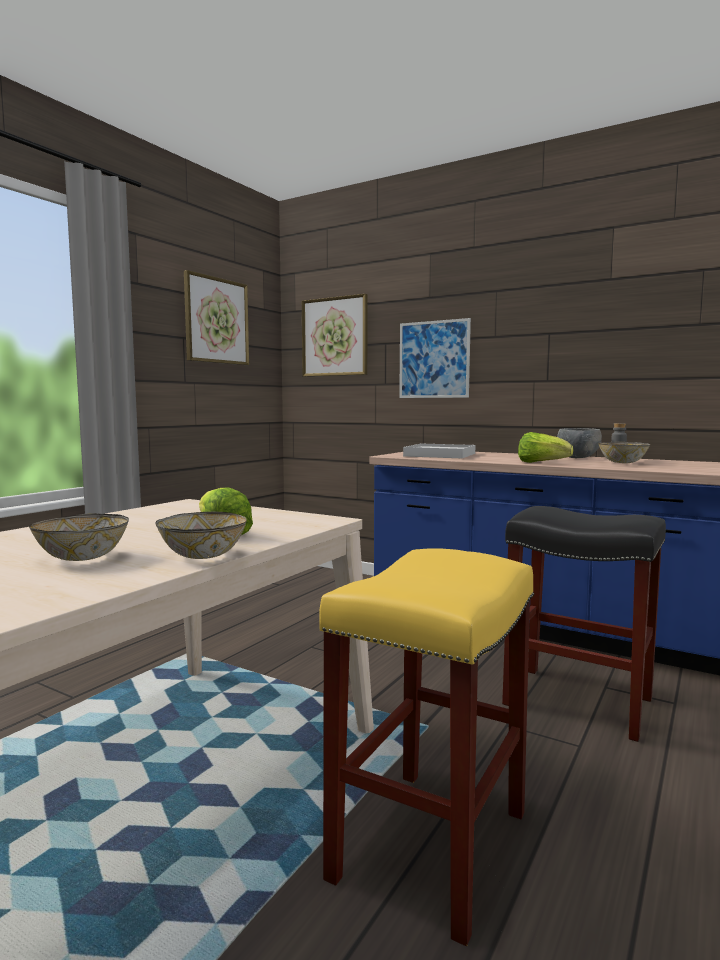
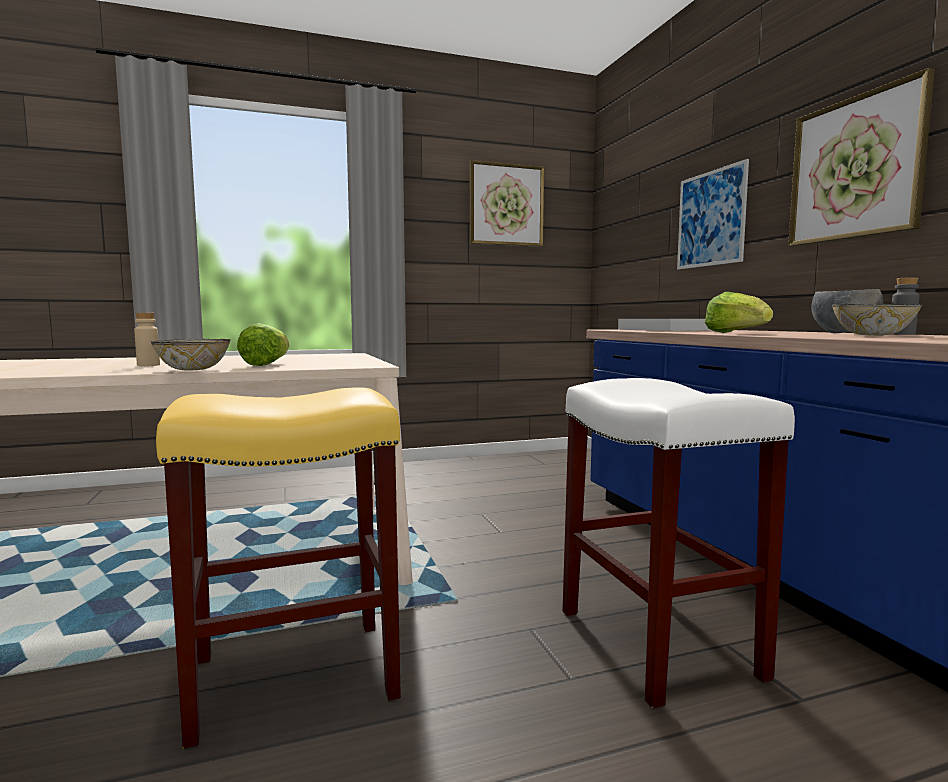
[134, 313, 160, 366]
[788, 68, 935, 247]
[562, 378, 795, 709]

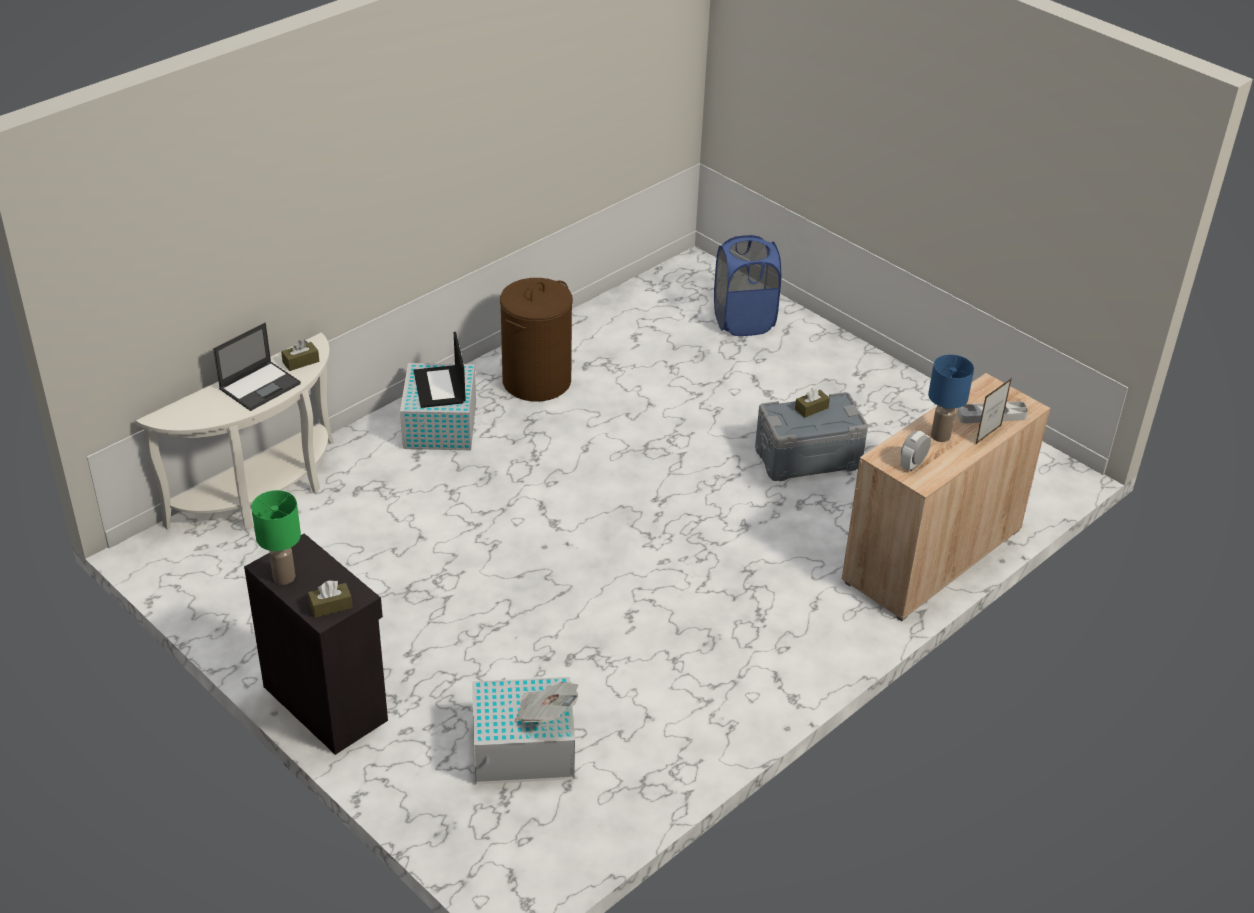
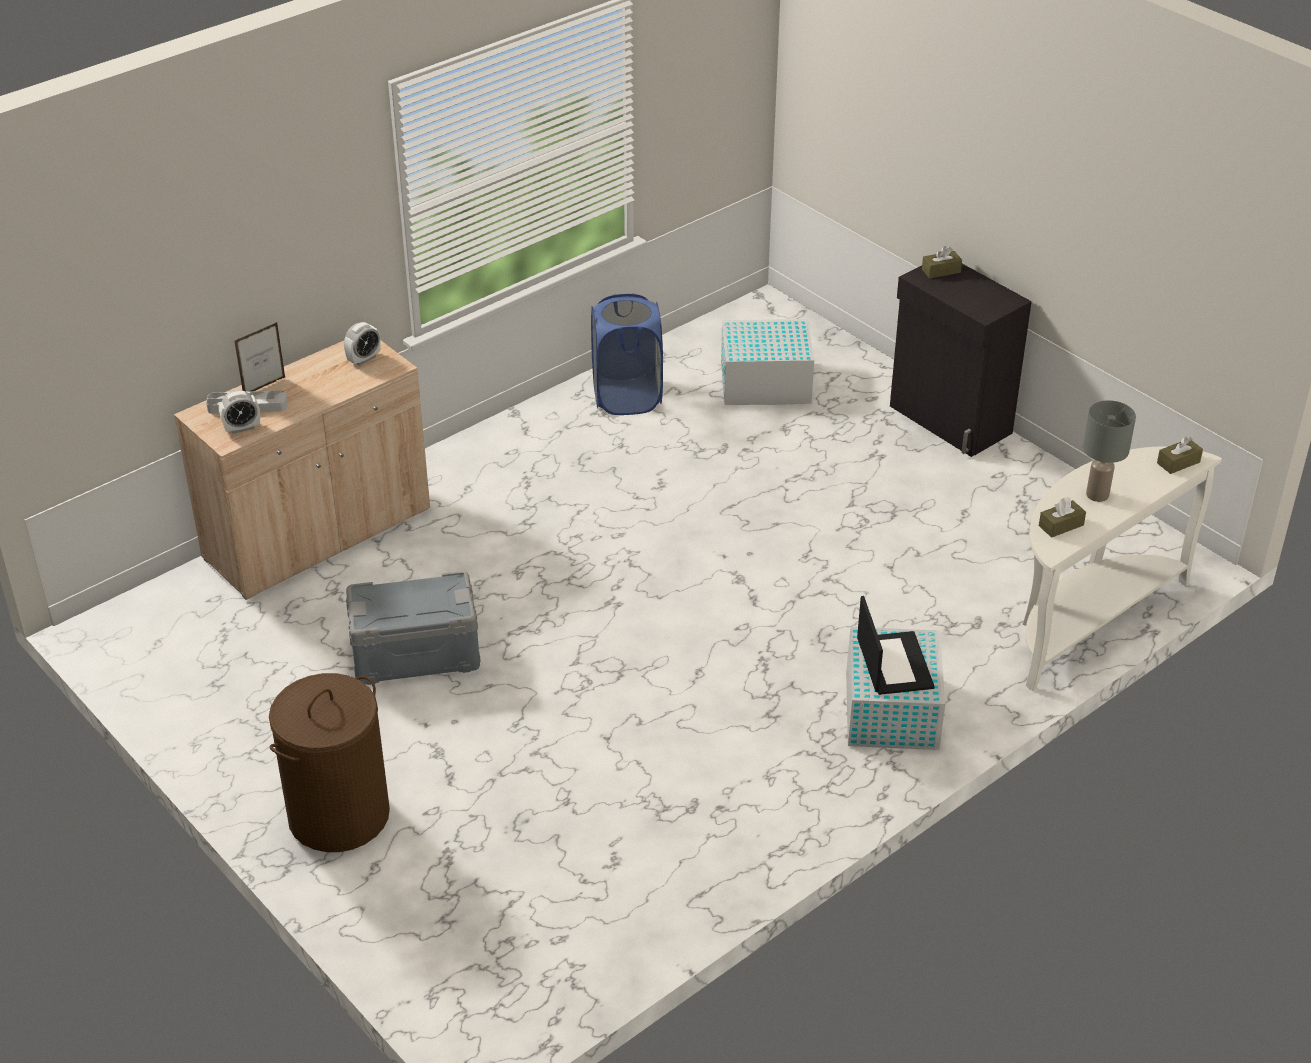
[1083, 400, 1136, 502]
[251, 490, 301, 585] (first image)
[269, 673, 390, 852]
[516, 681, 578, 723] (first image)
[591, 294, 663, 415]
[1157, 436, 1203, 474]
[928, 355, 974, 442] (first image)
[219, 390, 260, 434]

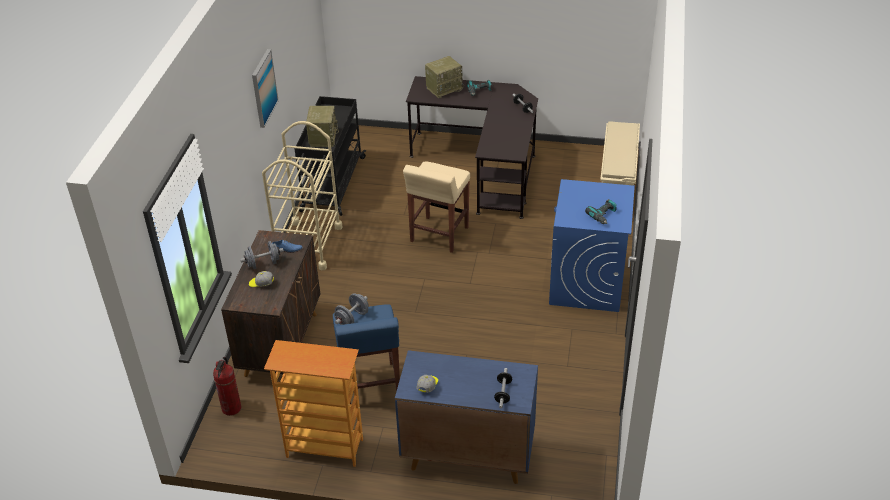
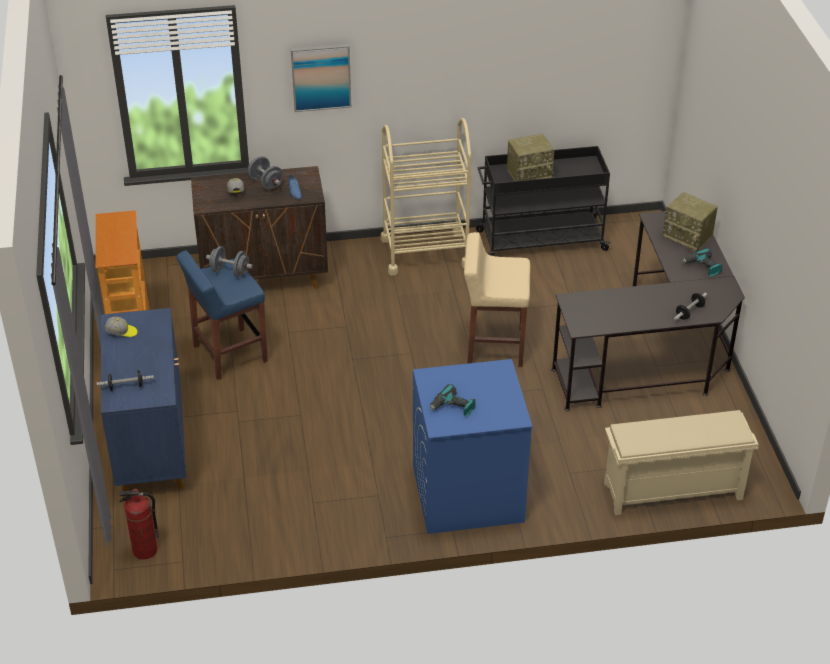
[119, 489, 159, 560]
[291, 44, 351, 112]

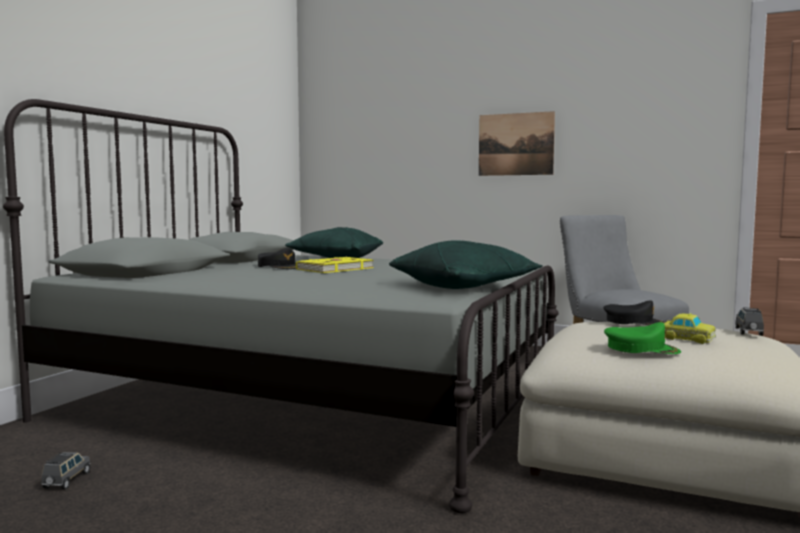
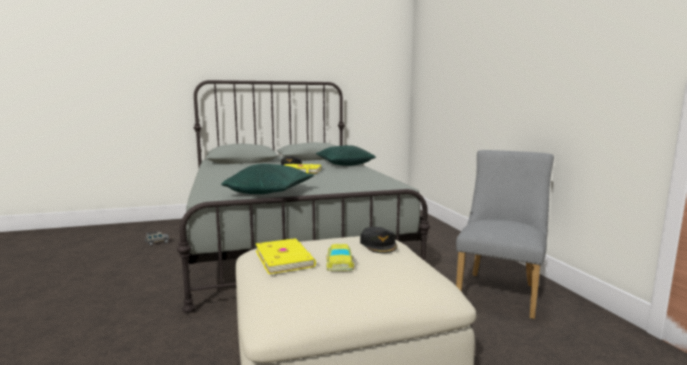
[479, 111, 555, 176] (first image)
[256, 238, 316, 274]
[735, 307, 764, 336] (first image)

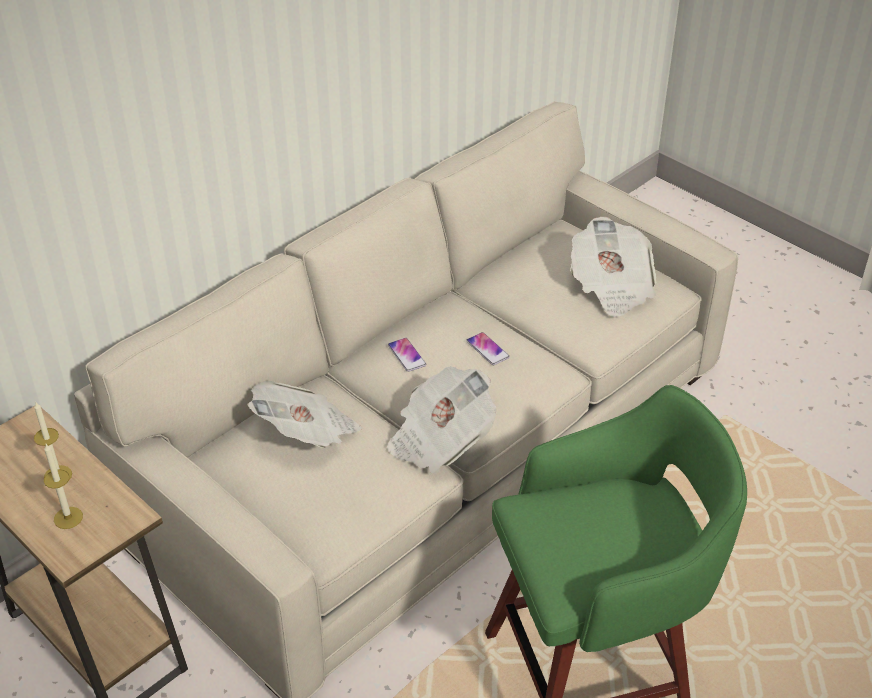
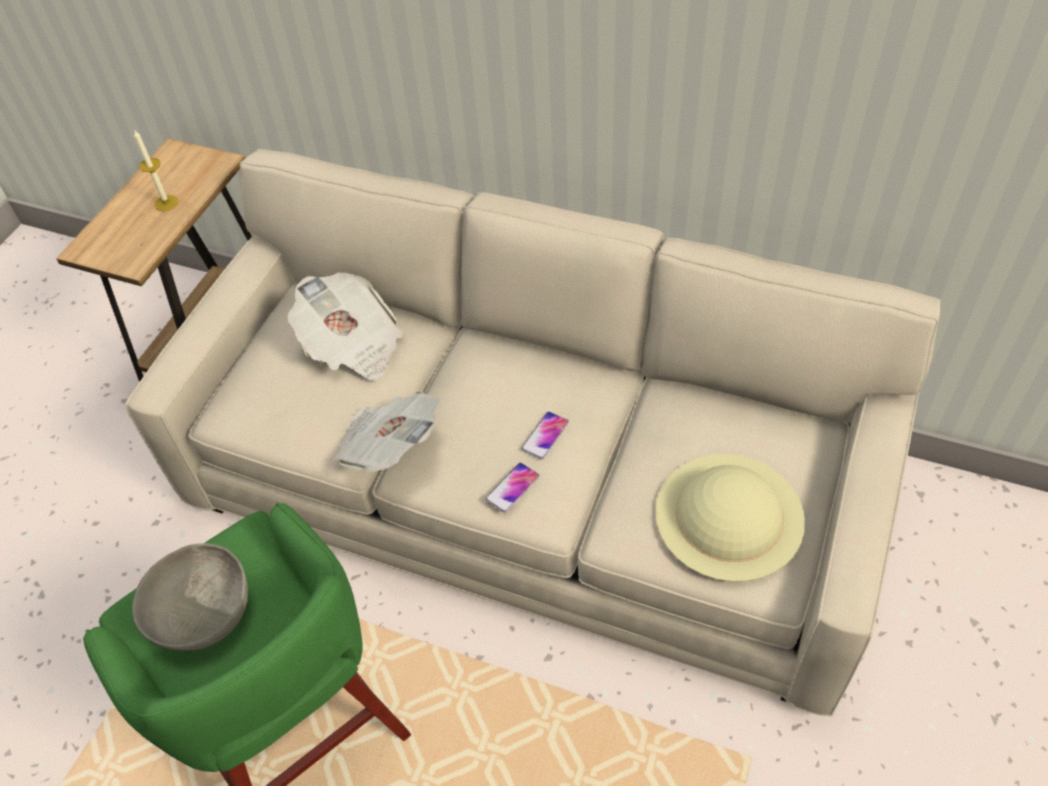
[44, 444, 83, 529] (first image)
[486, 463, 540, 513]
[655, 454, 805, 582]
[132, 543, 248, 650]

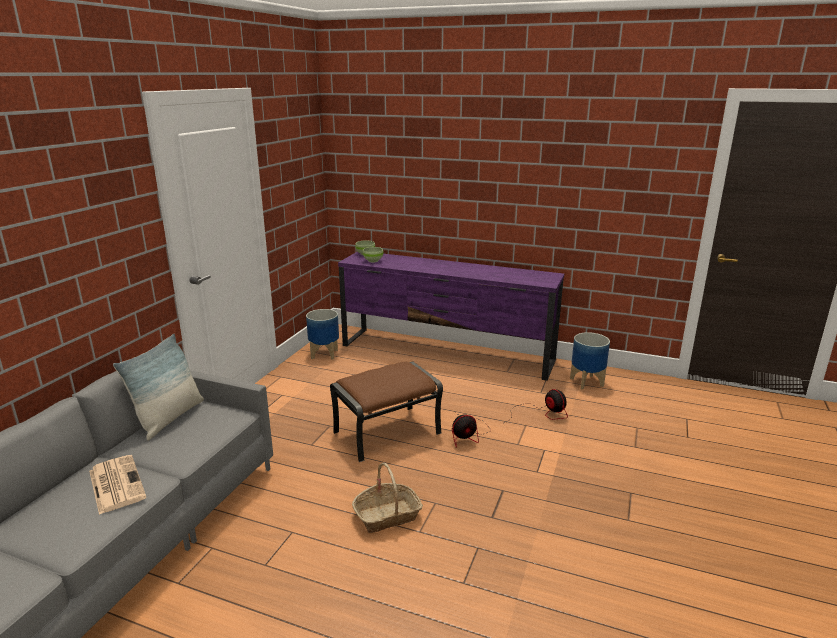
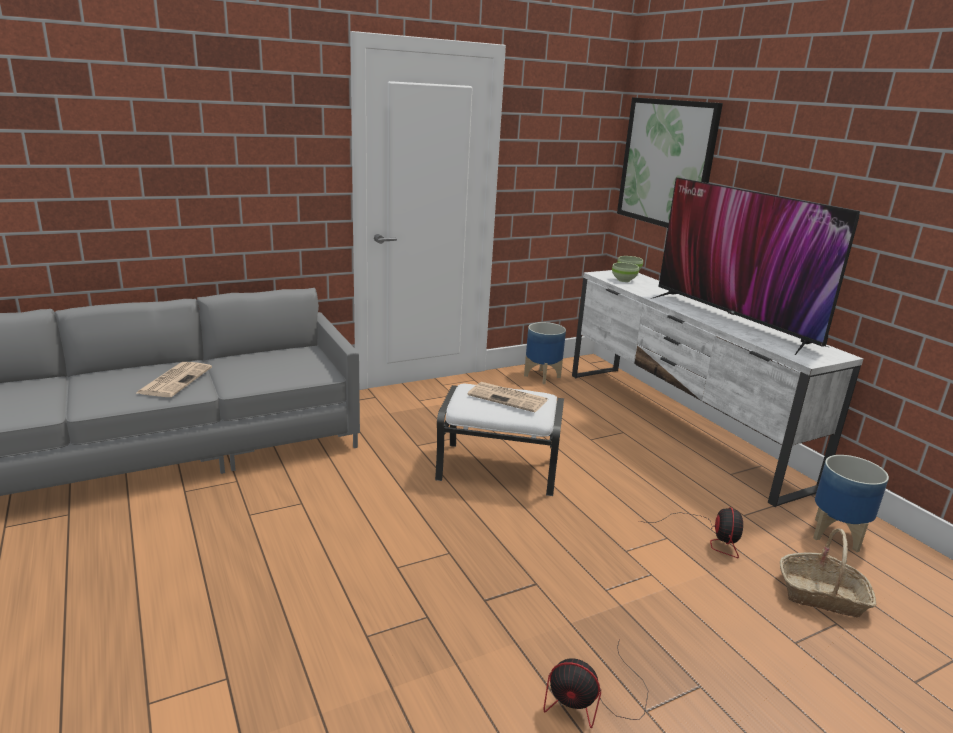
[113, 333, 204, 441] (first image)
[435, 384, 564, 496]
[572, 270, 863, 507]
[780, 528, 877, 617]
[543, 639, 648, 728]
[467, 382, 548, 412]
[617, 97, 723, 228]
[650, 177, 860, 355]

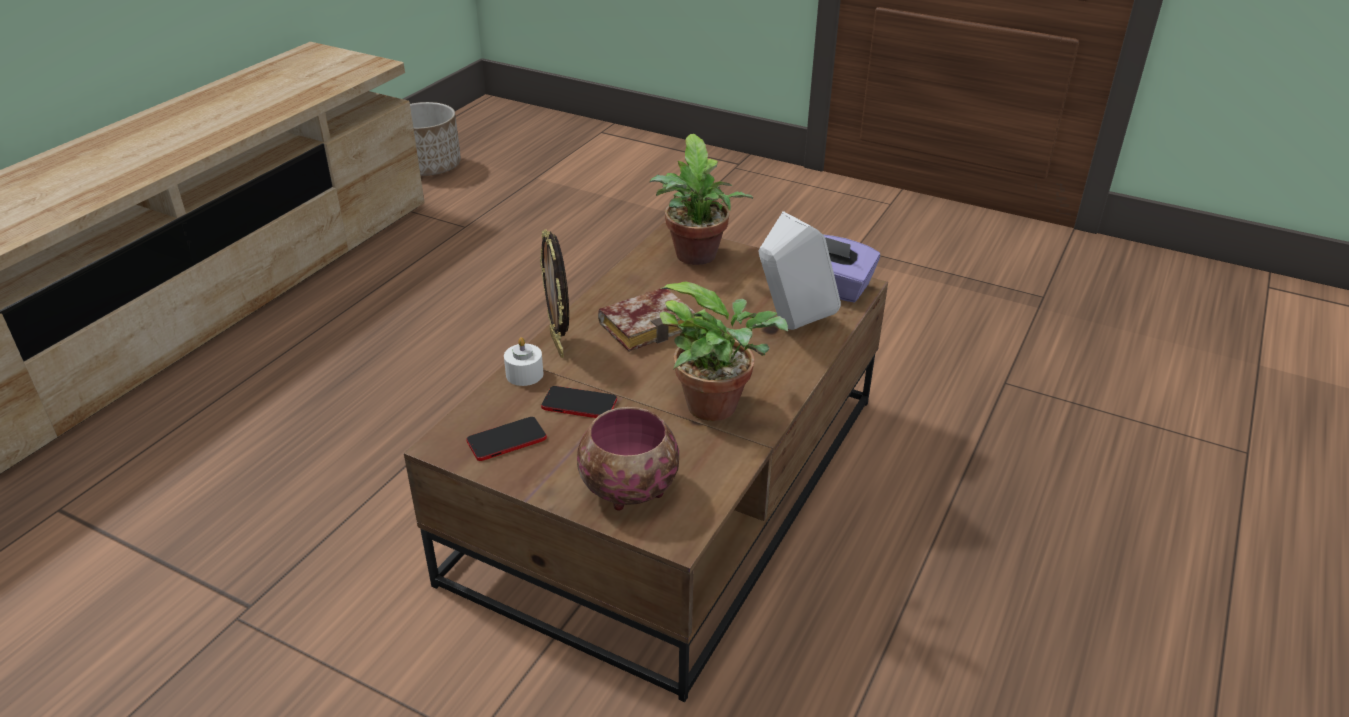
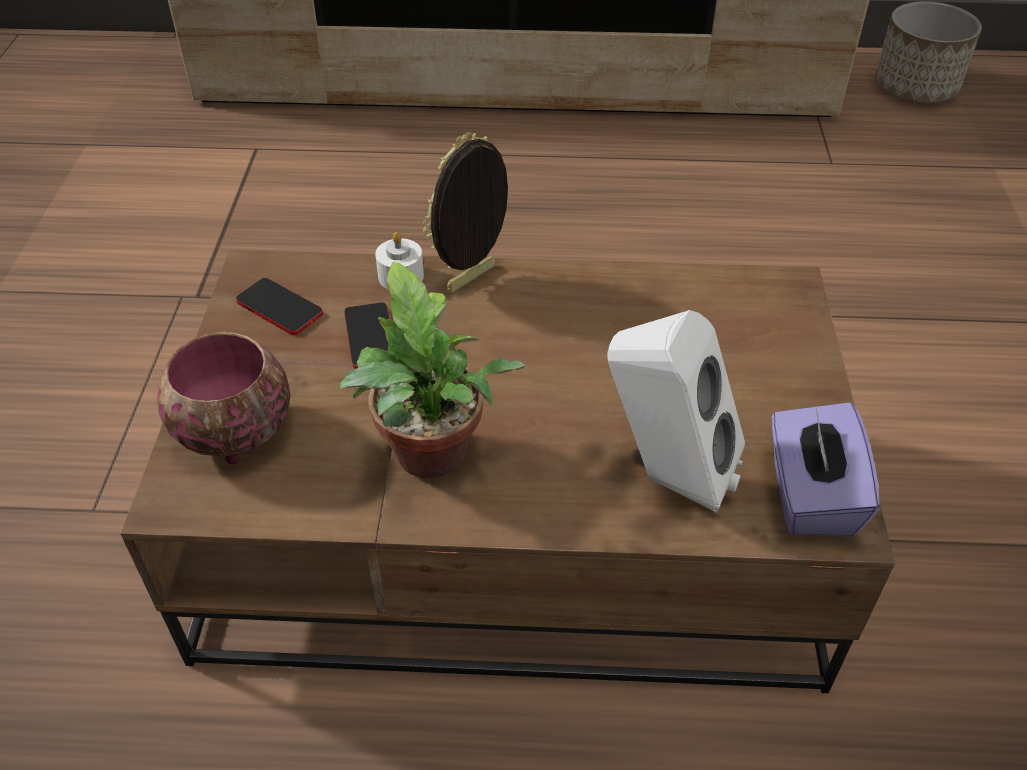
[598, 287, 696, 352] (first image)
[650, 134, 754, 265] (first image)

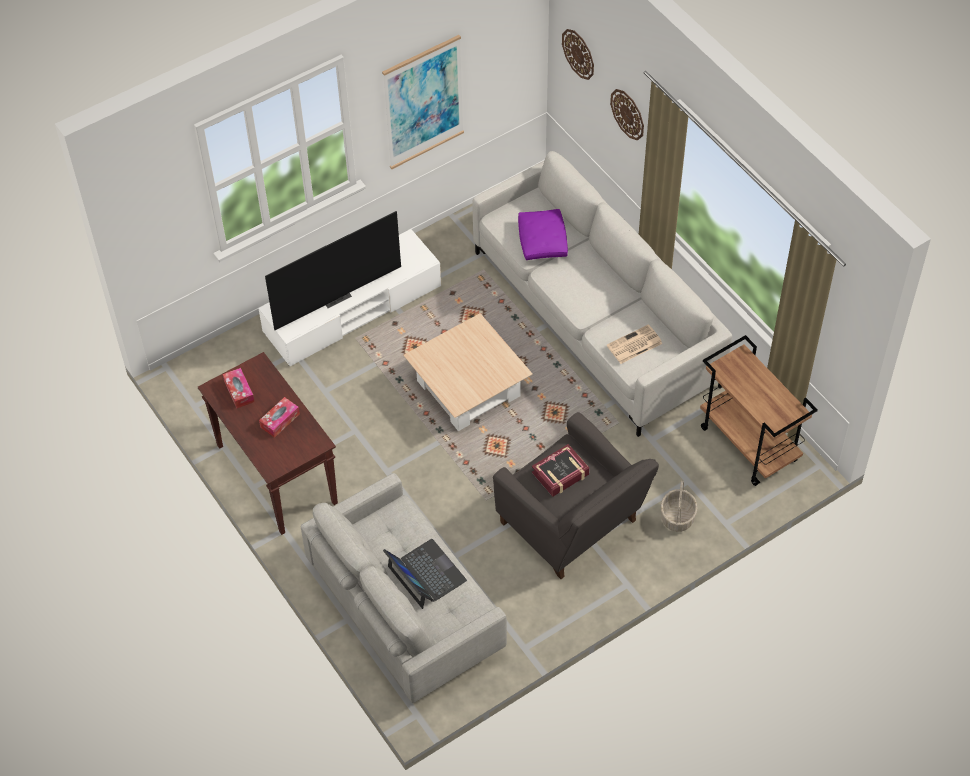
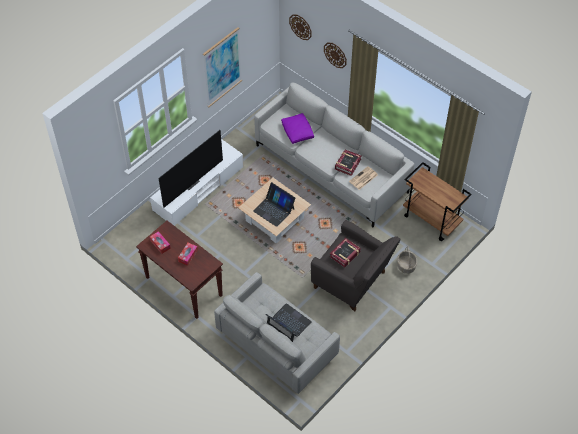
[253, 182, 295, 227]
[335, 149, 361, 176]

